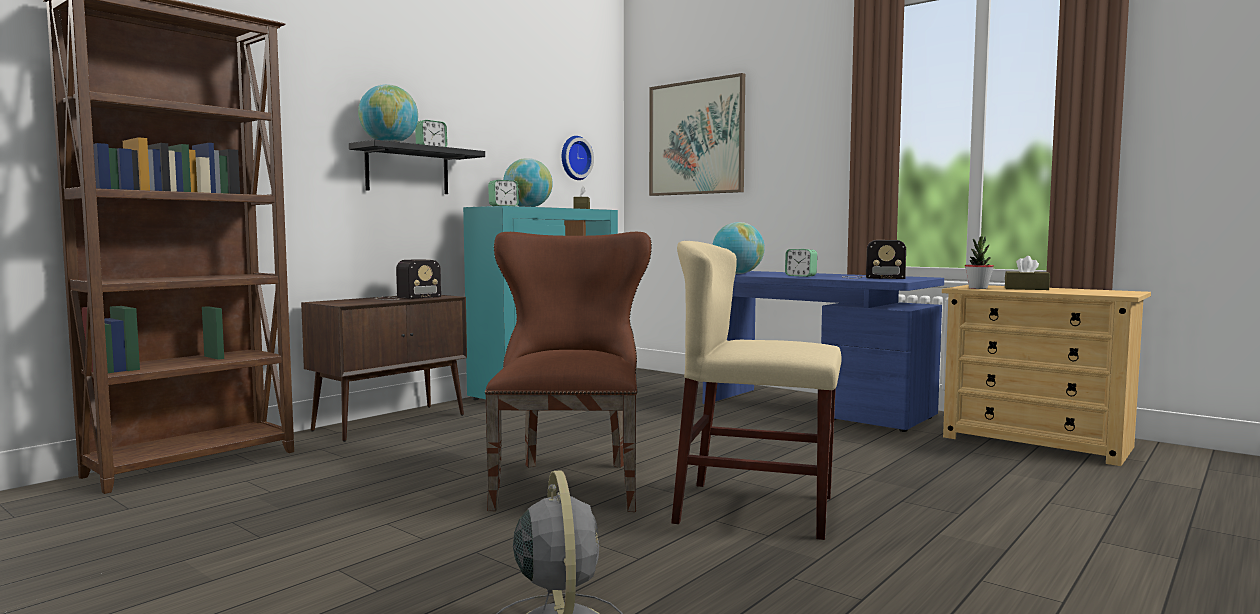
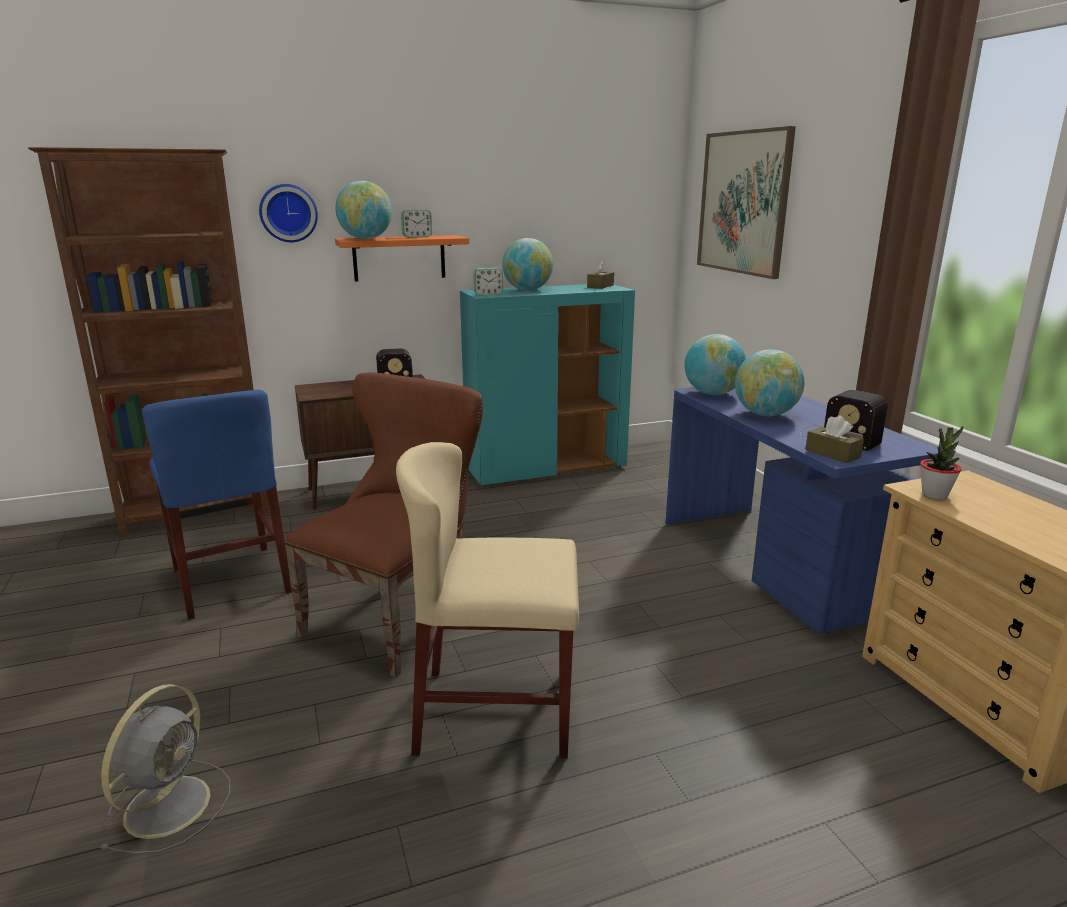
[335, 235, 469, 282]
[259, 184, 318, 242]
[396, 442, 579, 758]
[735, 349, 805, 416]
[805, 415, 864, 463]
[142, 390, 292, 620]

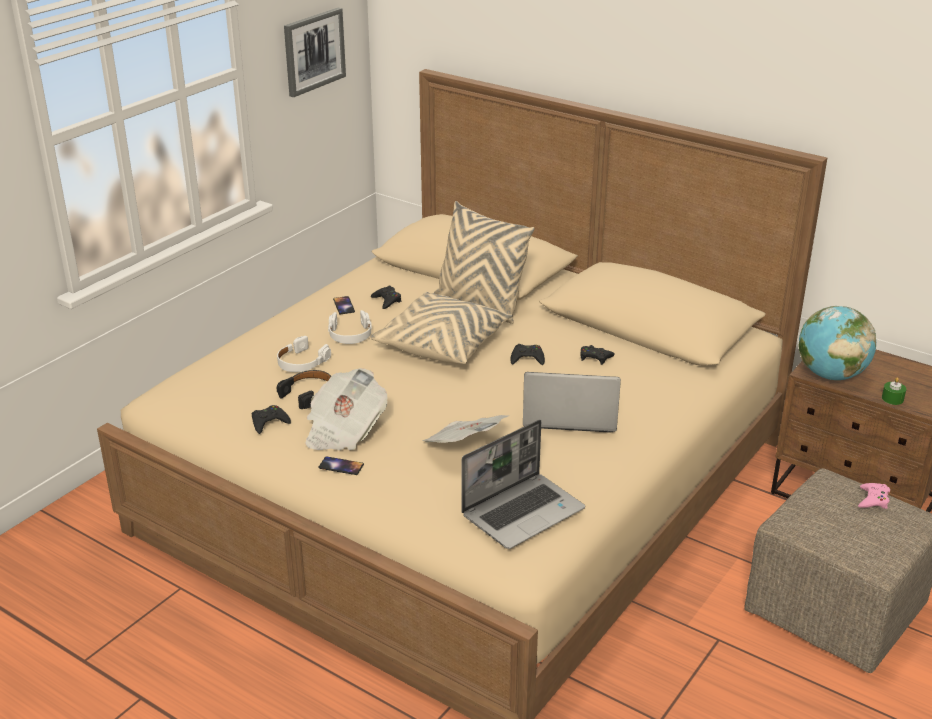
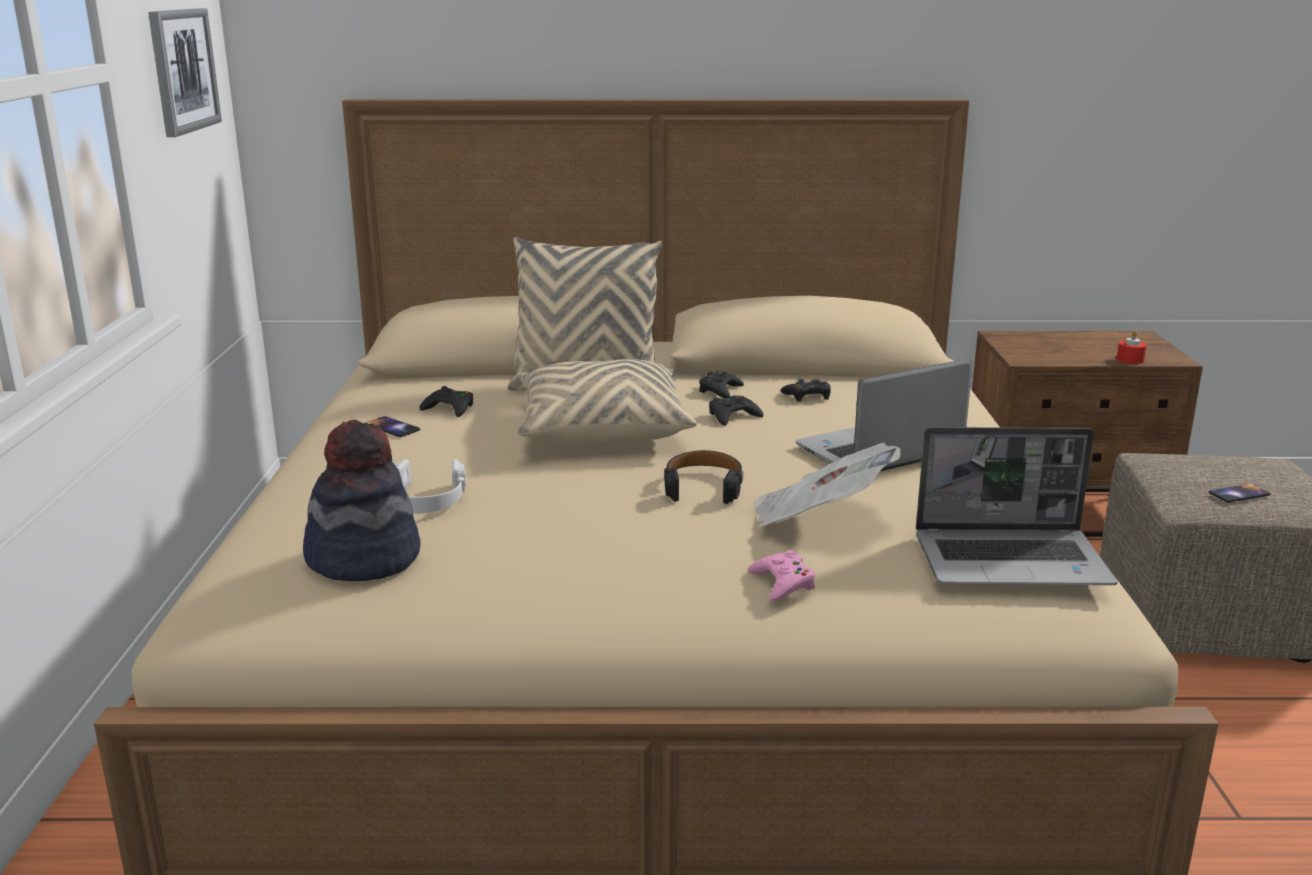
[699, 371, 744, 398]
[664, 450, 743, 504]
[305, 368, 388, 451] (first image)
[1209, 484, 1271, 502]
[328, 310, 372, 344] (first image)
[916, 427, 1117, 585]
[798, 306, 876, 380] (first image)
[747, 550, 815, 601]
[1117, 330, 1147, 364]
[303, 420, 421, 581]

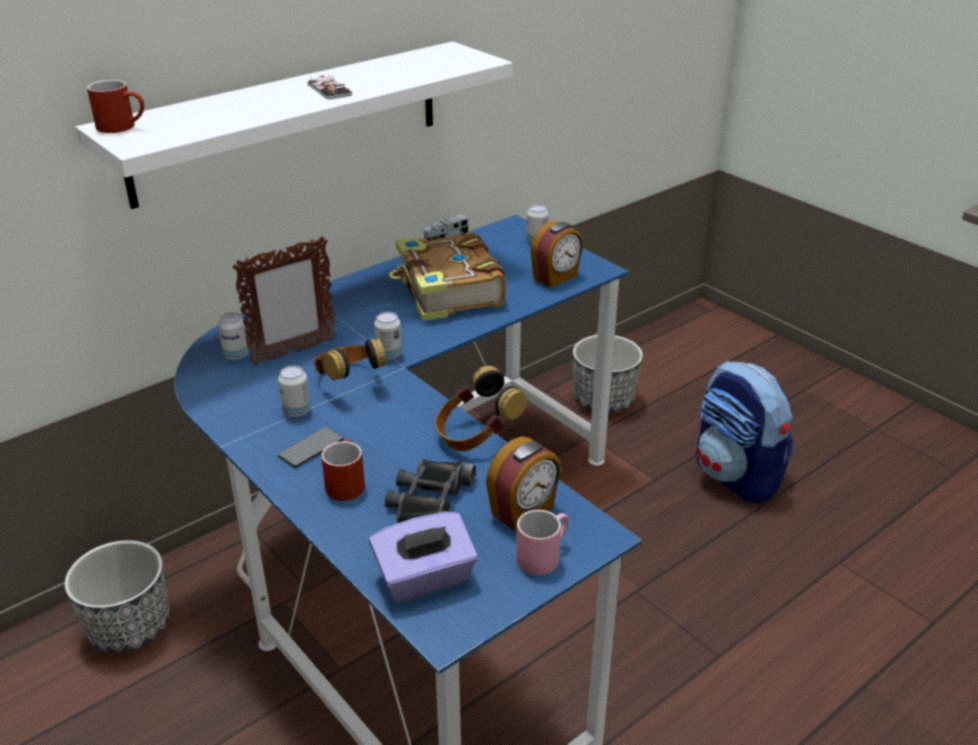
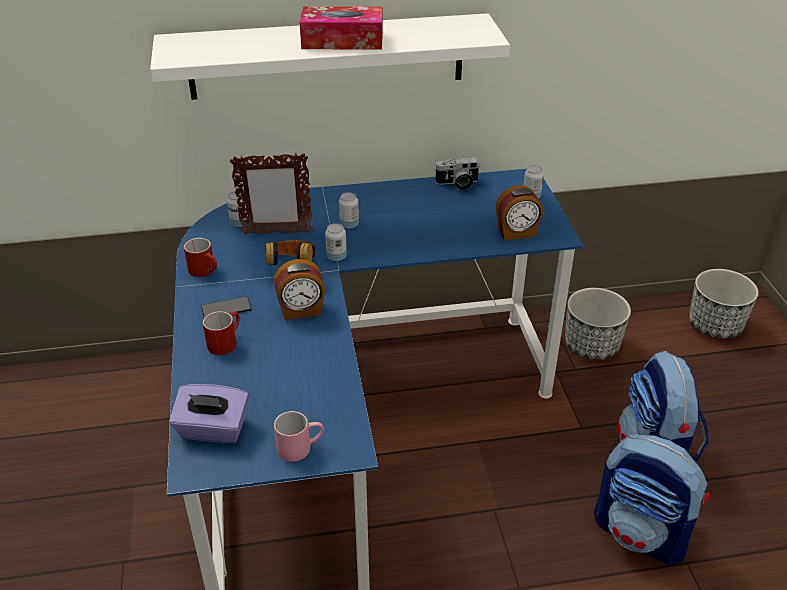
[689, 269, 759, 339]
[184, 238, 217, 277]
[339, 192, 359, 229]
[300, 6, 383, 50]
[385, 459, 476, 523] (first image)
[389, 232, 506, 321] (first image)
[435, 365, 527, 452] (first image)
[274, 259, 325, 320]
[594, 434, 710, 565]

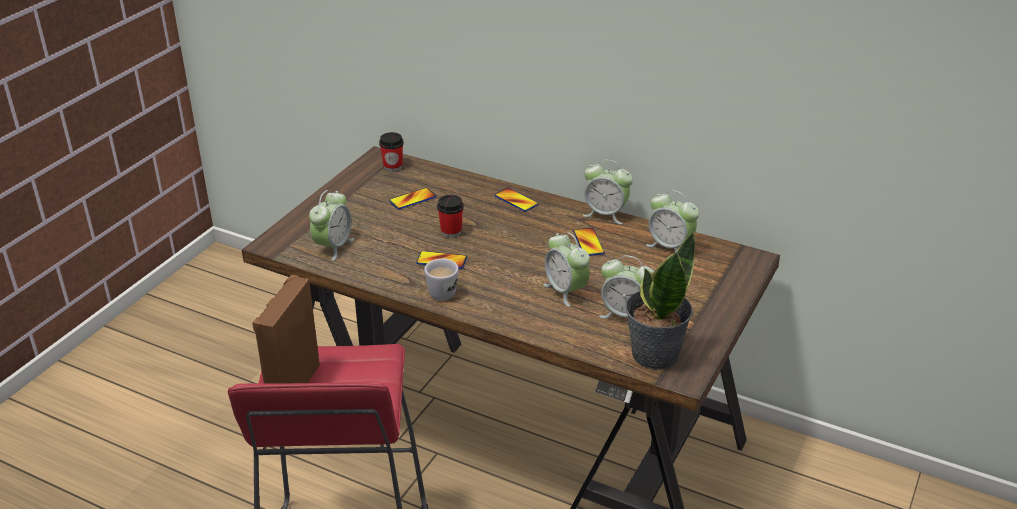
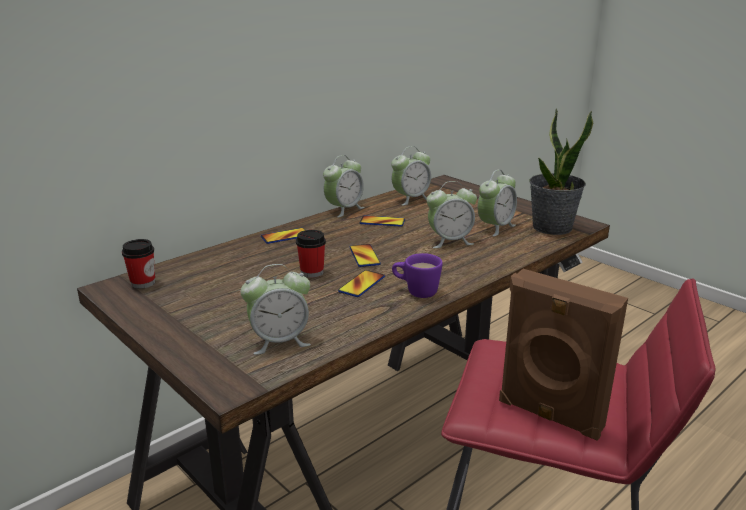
[240, 264, 311, 355]
[350, 244, 381, 267]
[392, 253, 443, 298]

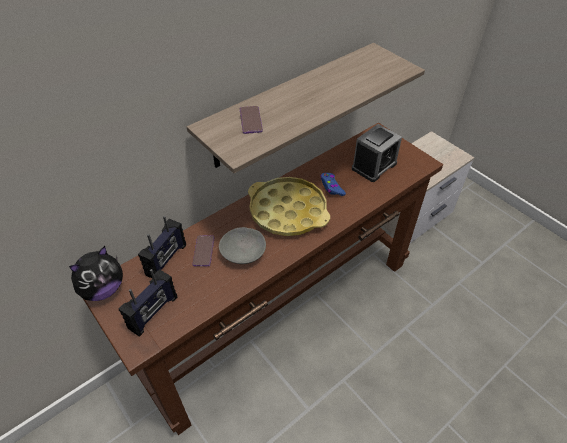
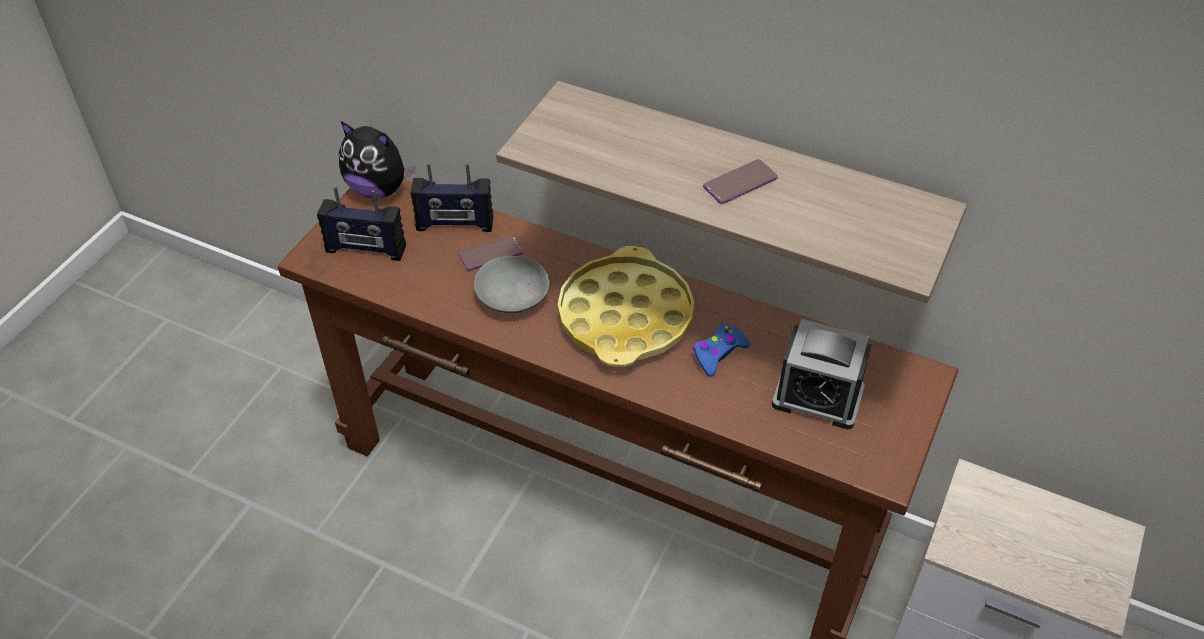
[703, 159, 778, 204]

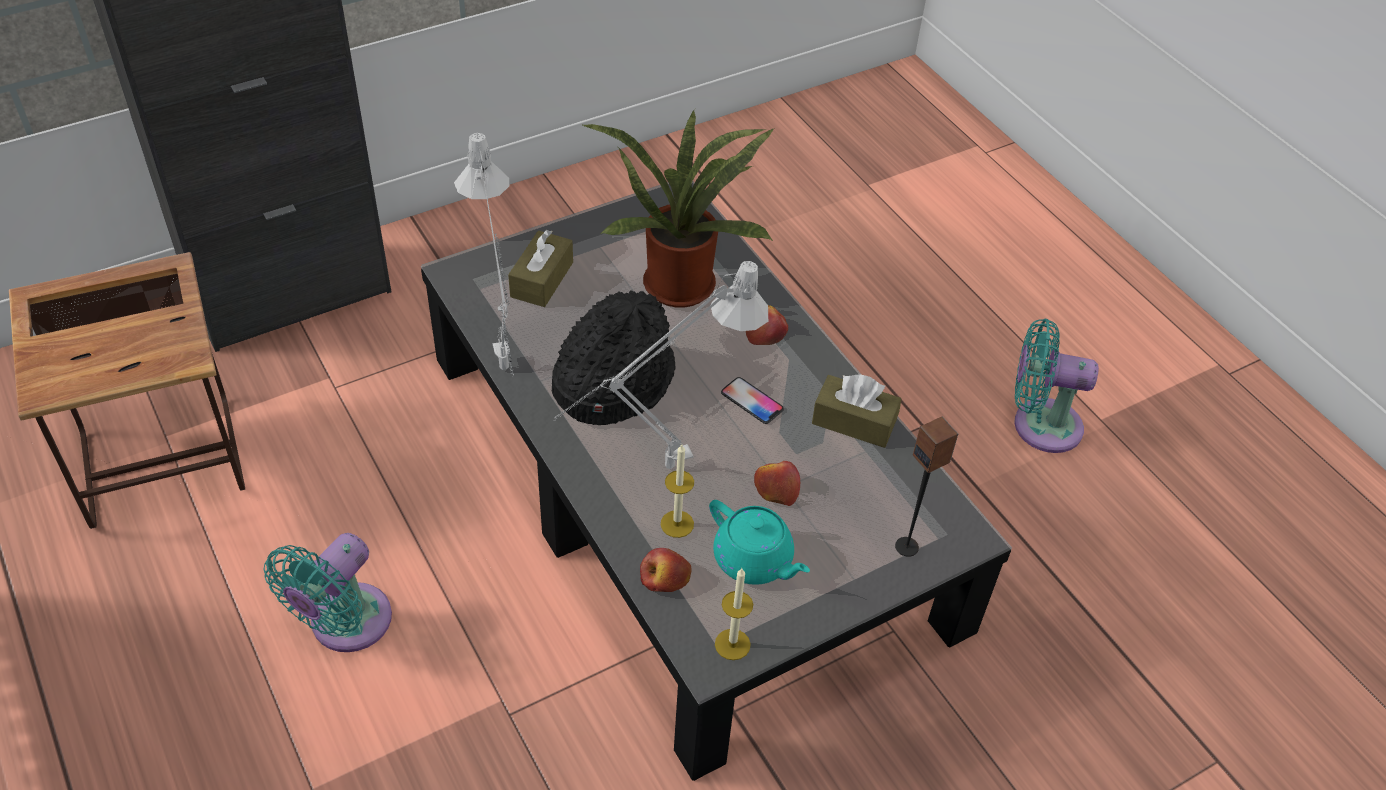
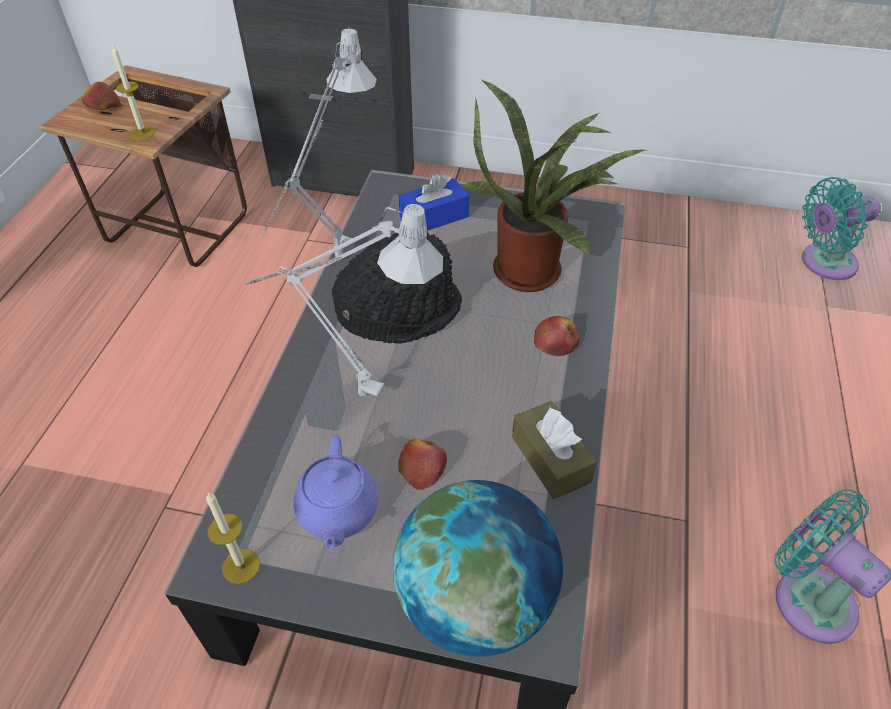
[802, 177, 881, 280]
[399, 173, 470, 231]
[82, 82, 121, 110]
[112, 44, 155, 140]
[293, 435, 379, 551]
[721, 377, 784, 424] (first image)
[393, 480, 563, 657]

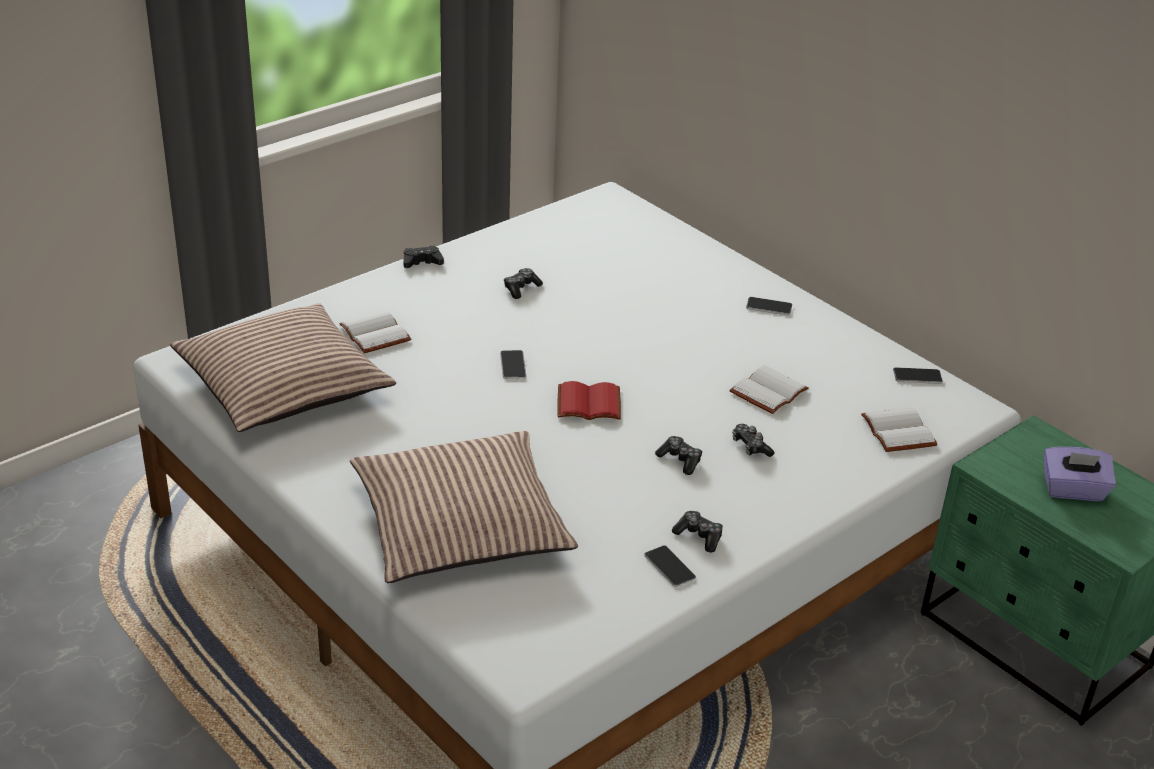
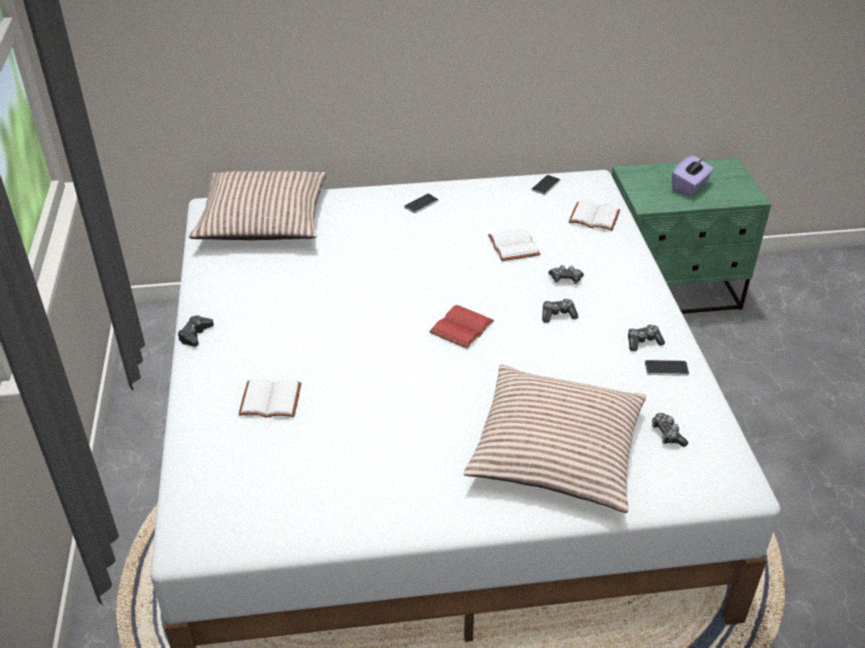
[189, 171, 327, 240]
[500, 350, 526, 379] (first image)
[652, 413, 688, 447]

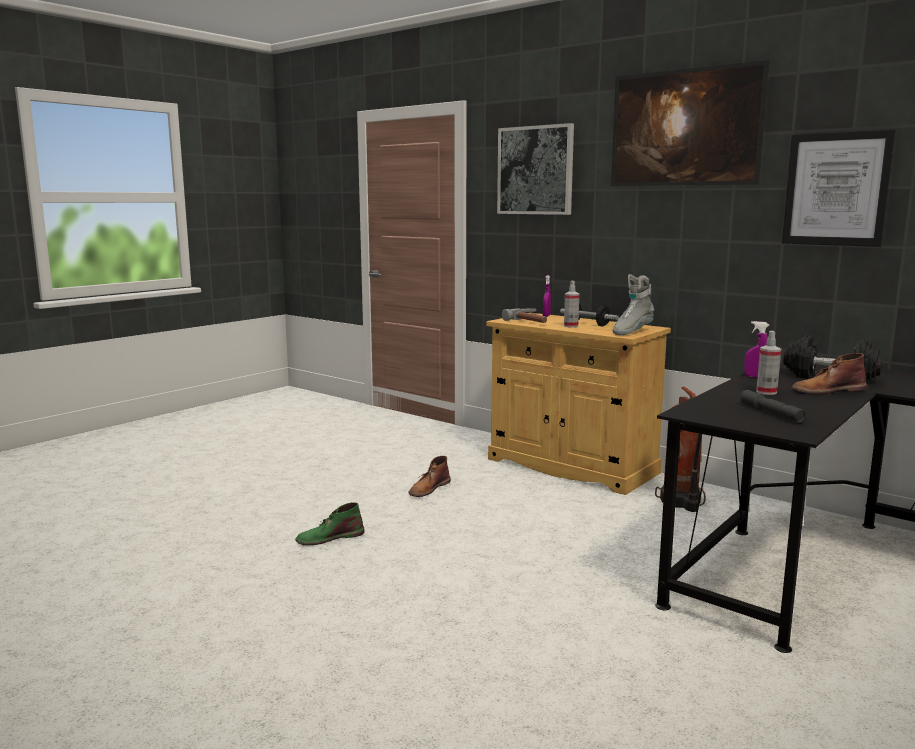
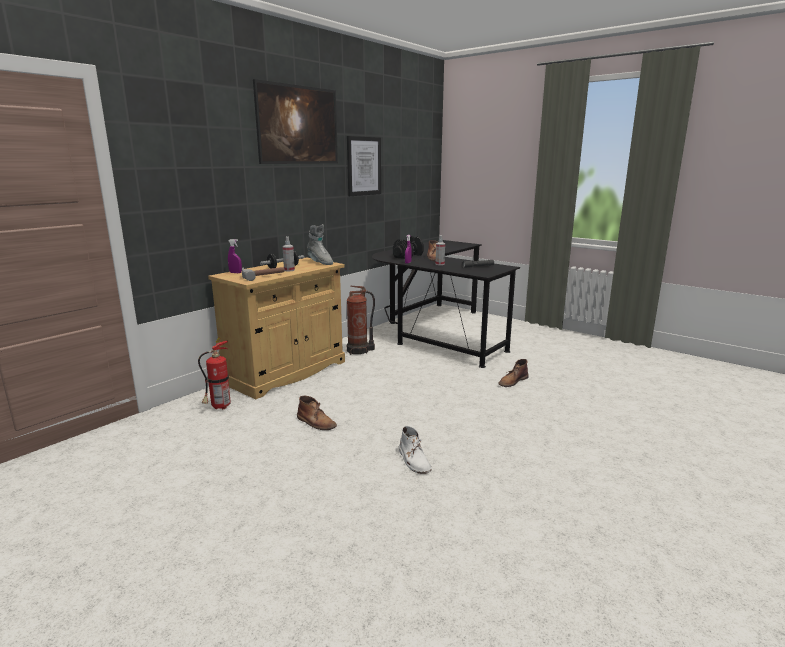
[399, 426, 432, 474]
[497, 123, 574, 215] (first image)
[198, 337, 231, 409]
[498, 359, 529, 387]

